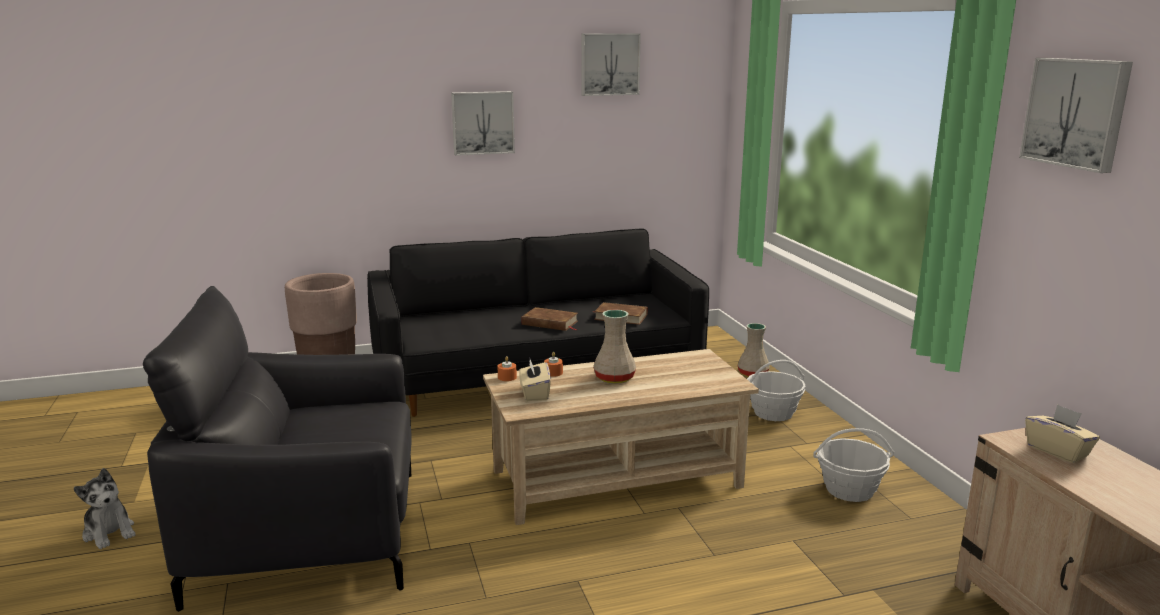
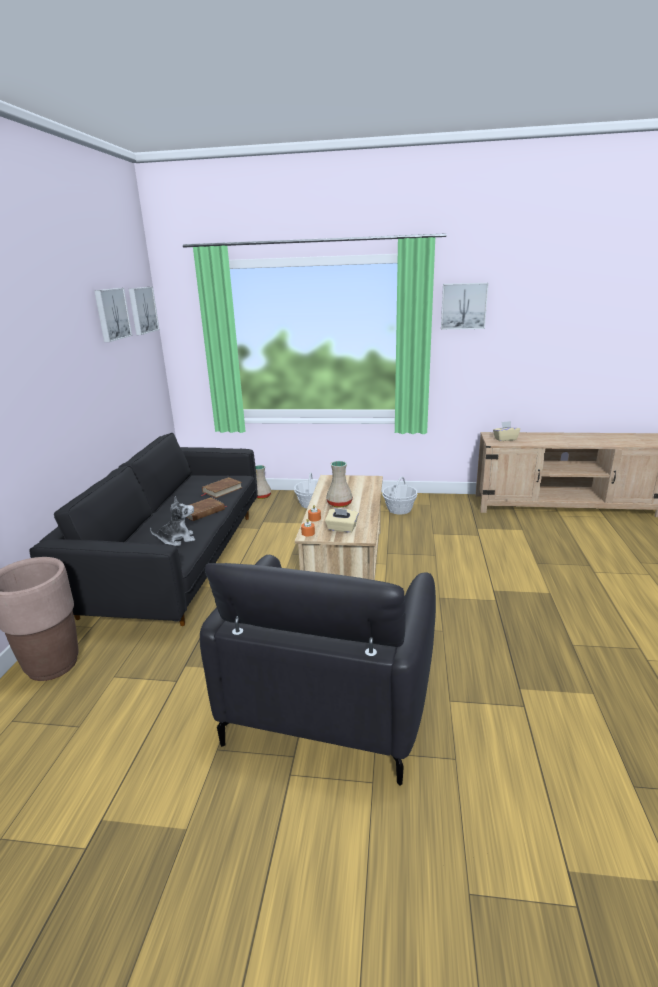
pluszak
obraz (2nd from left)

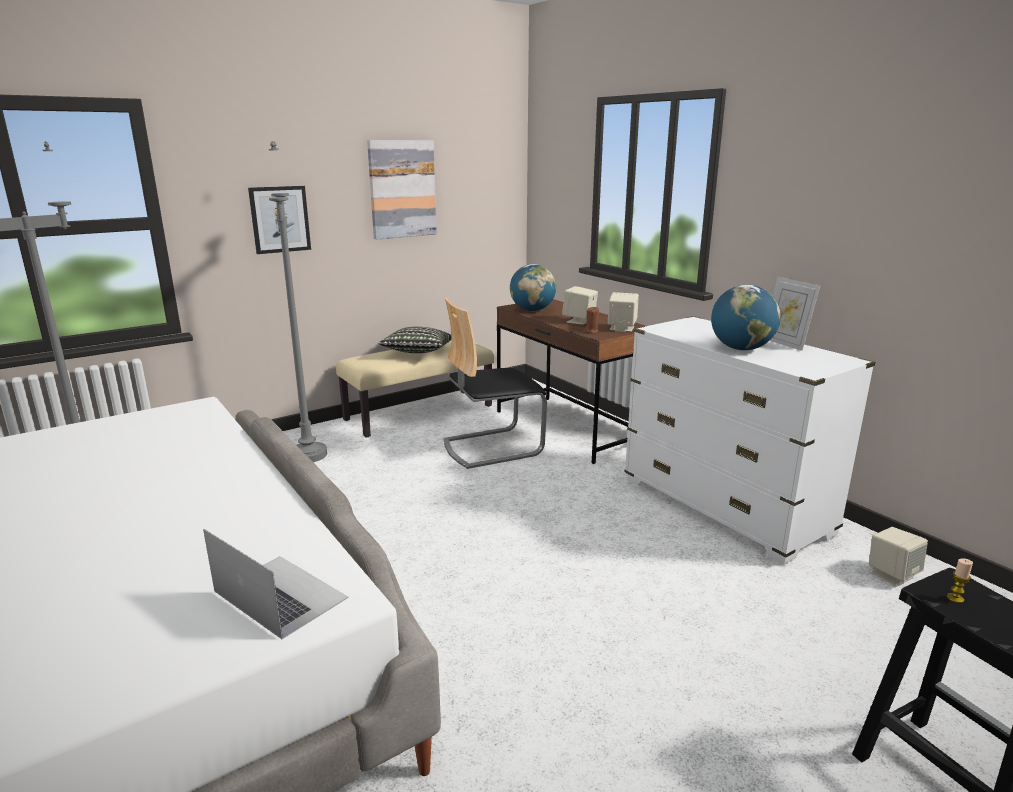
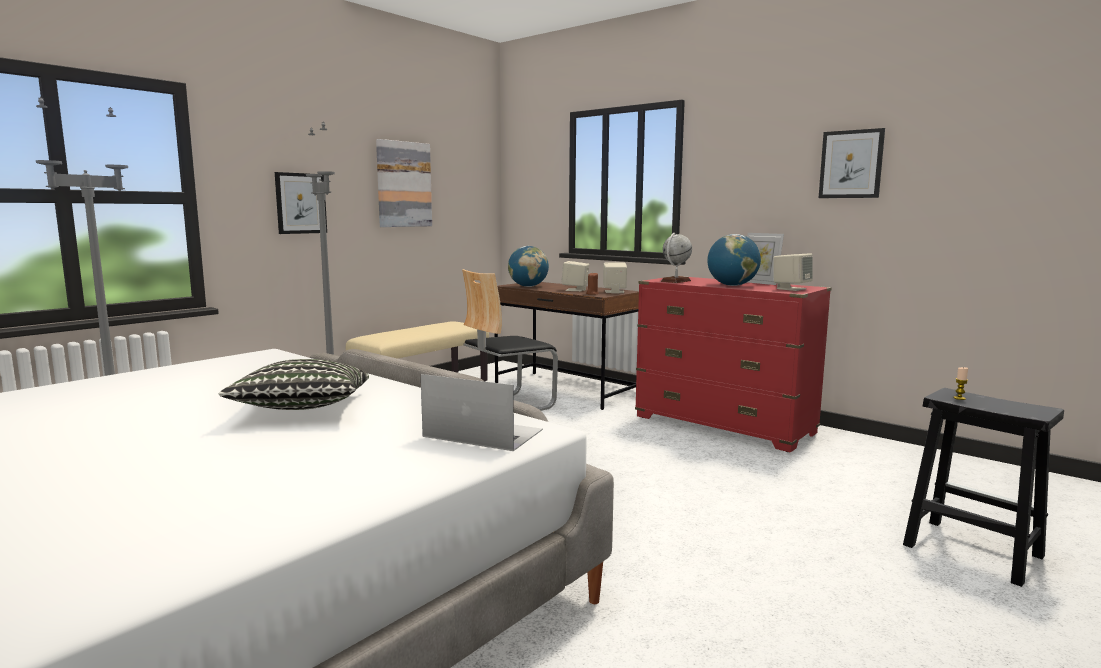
globus (2nd from left)
obraz (3rd from left)
poduszka
głośnik/beżowy (3rd from left)
komoda/czerwony

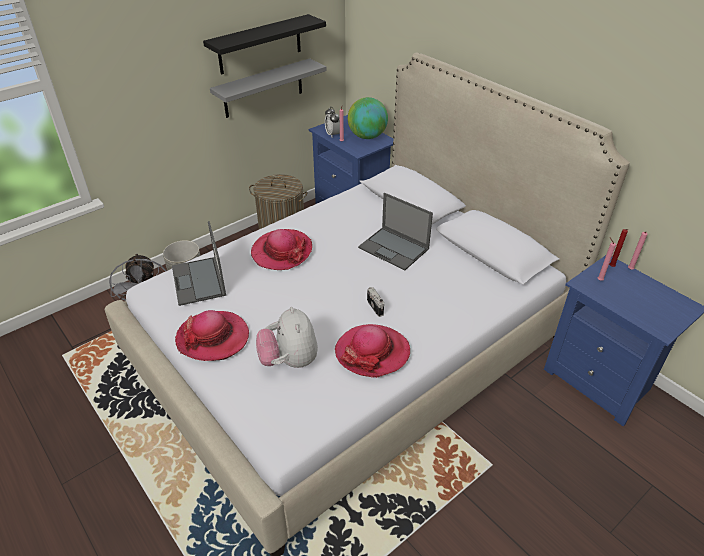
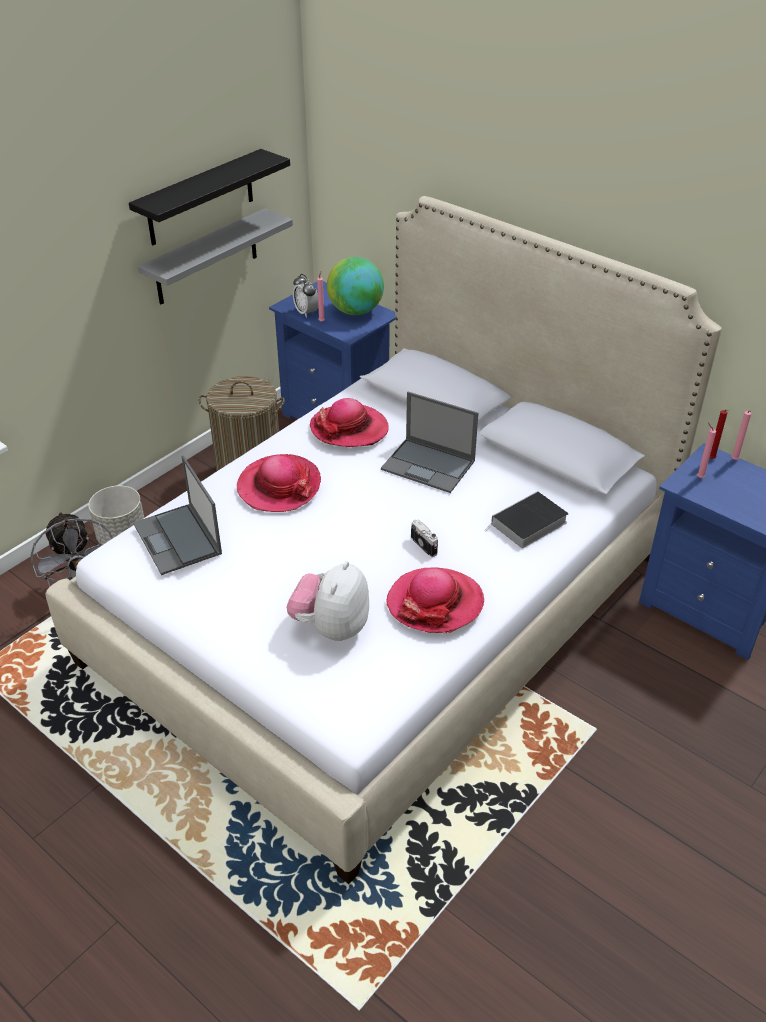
książka
kapelusz (2nd from left)
pluszak

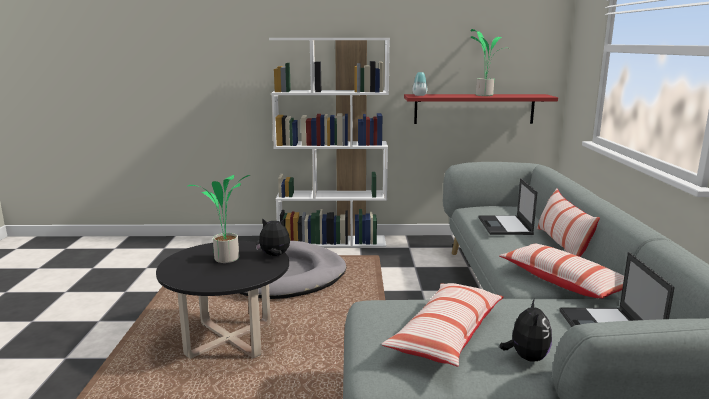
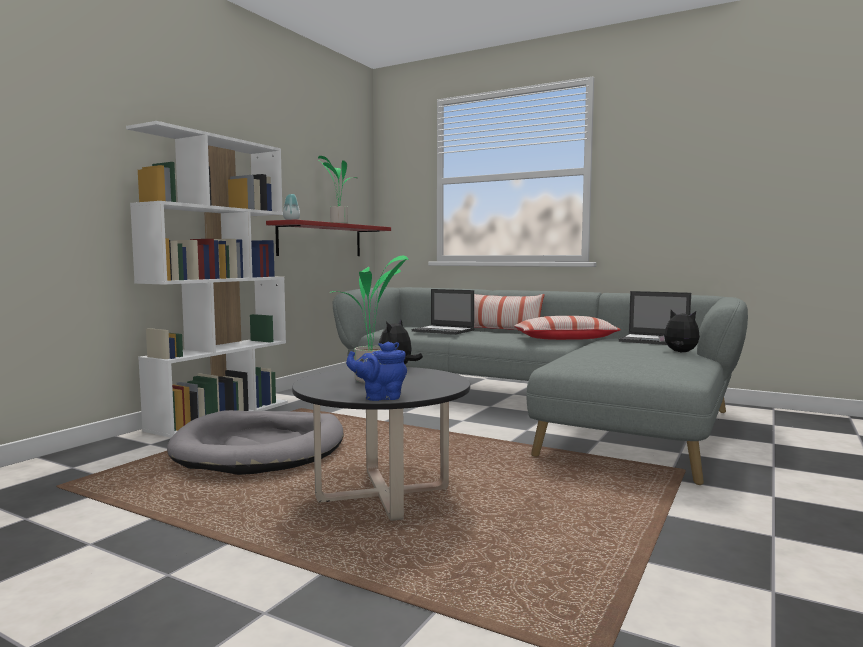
poduszka (1st from left in the first image)
imbryk/niebieski

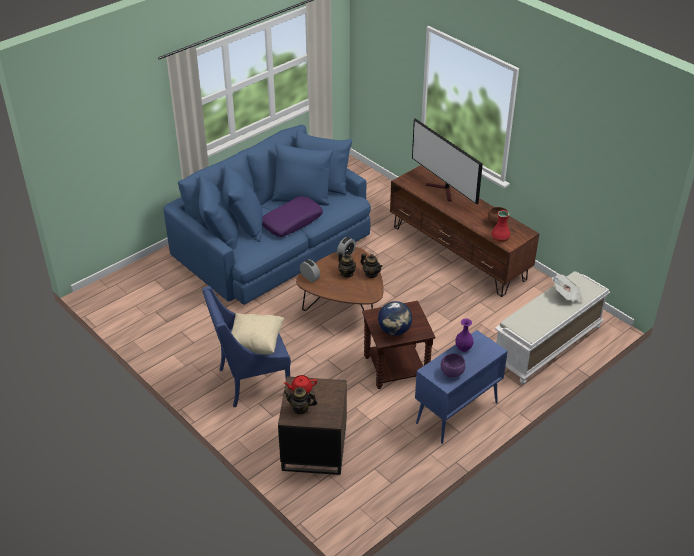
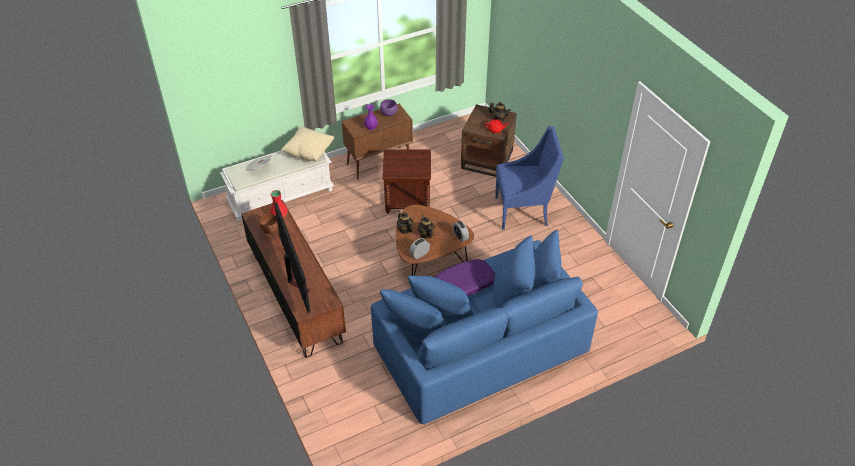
globus
poduszka/beżowy
szafka/brązowy

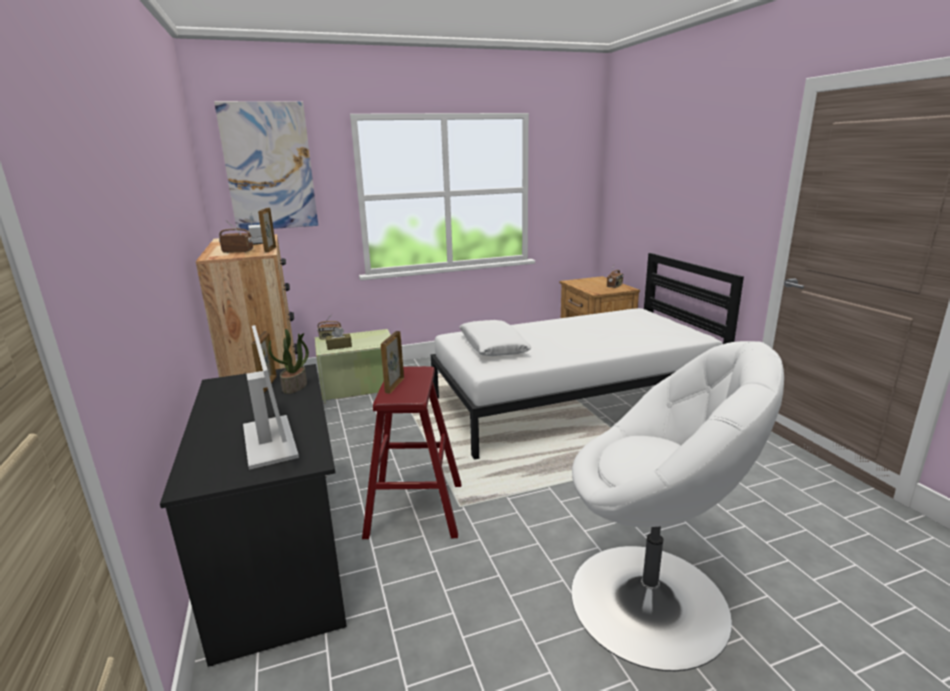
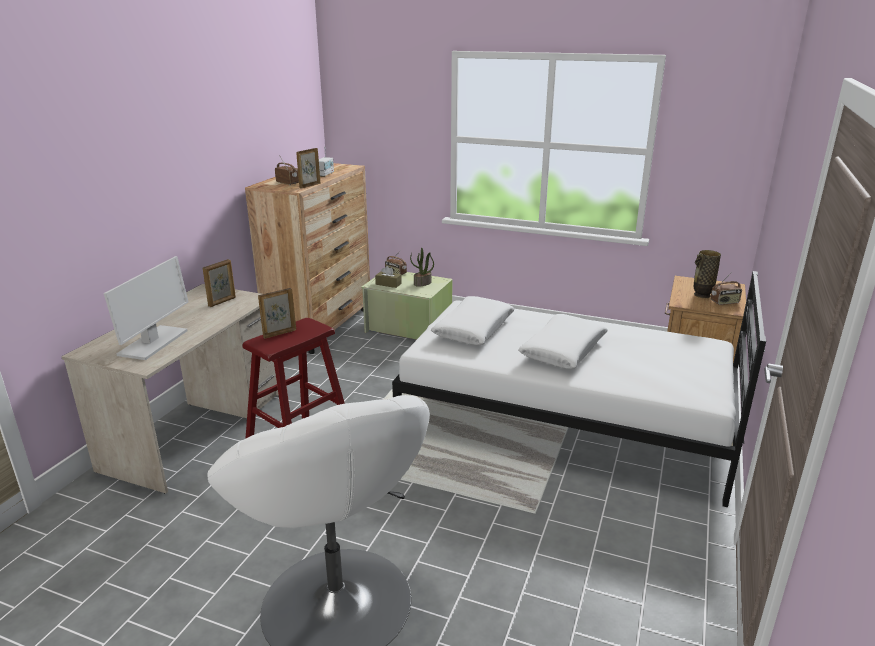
obraz
poduszka/biały (2nd from left)
wazon
roślina doniczkowa
biurko/beżowy

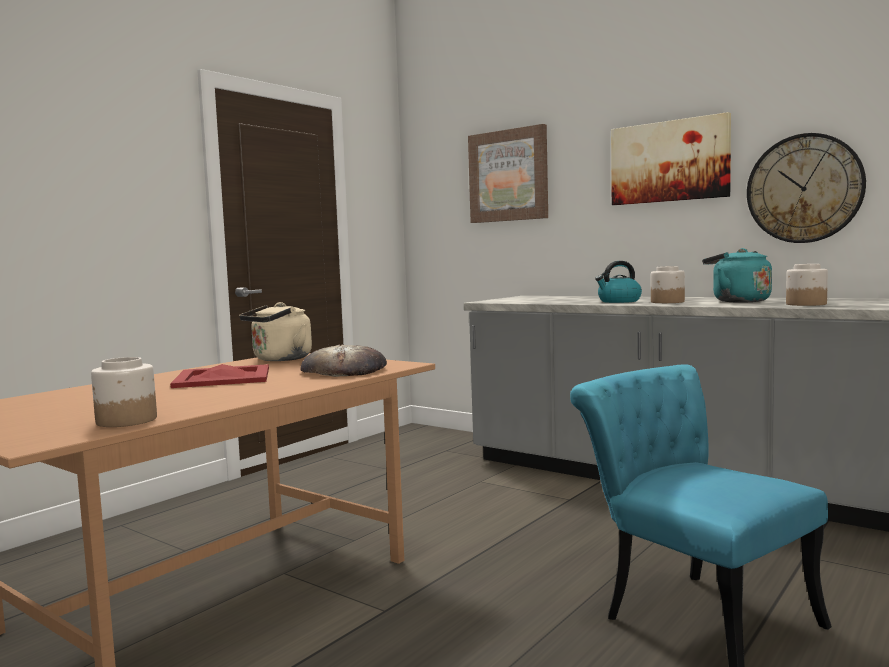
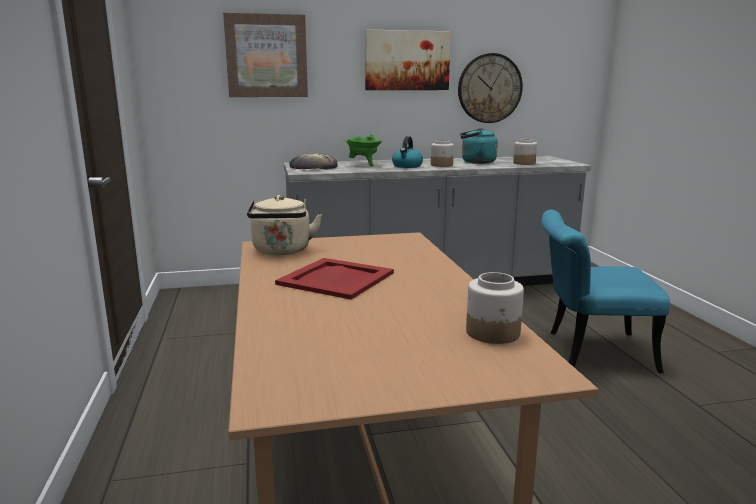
garnek/zielony
chleb

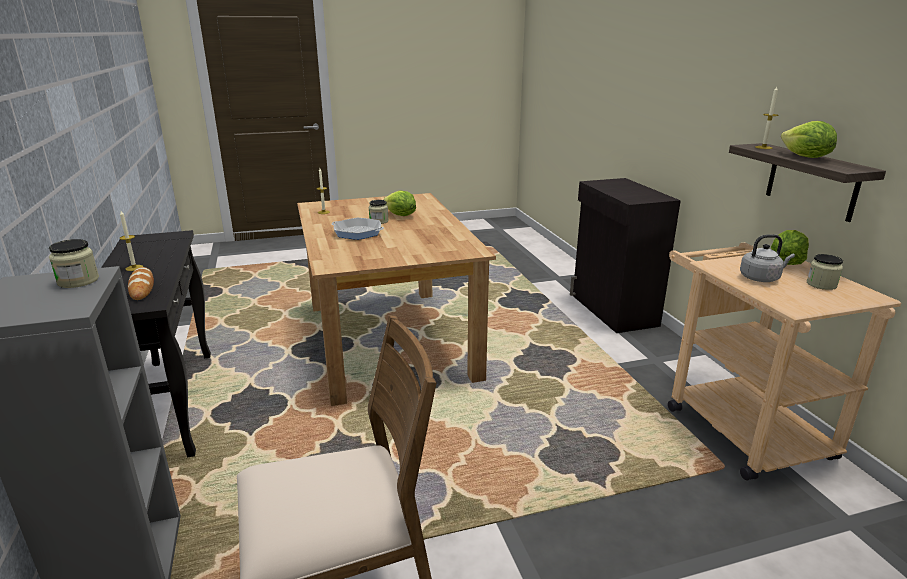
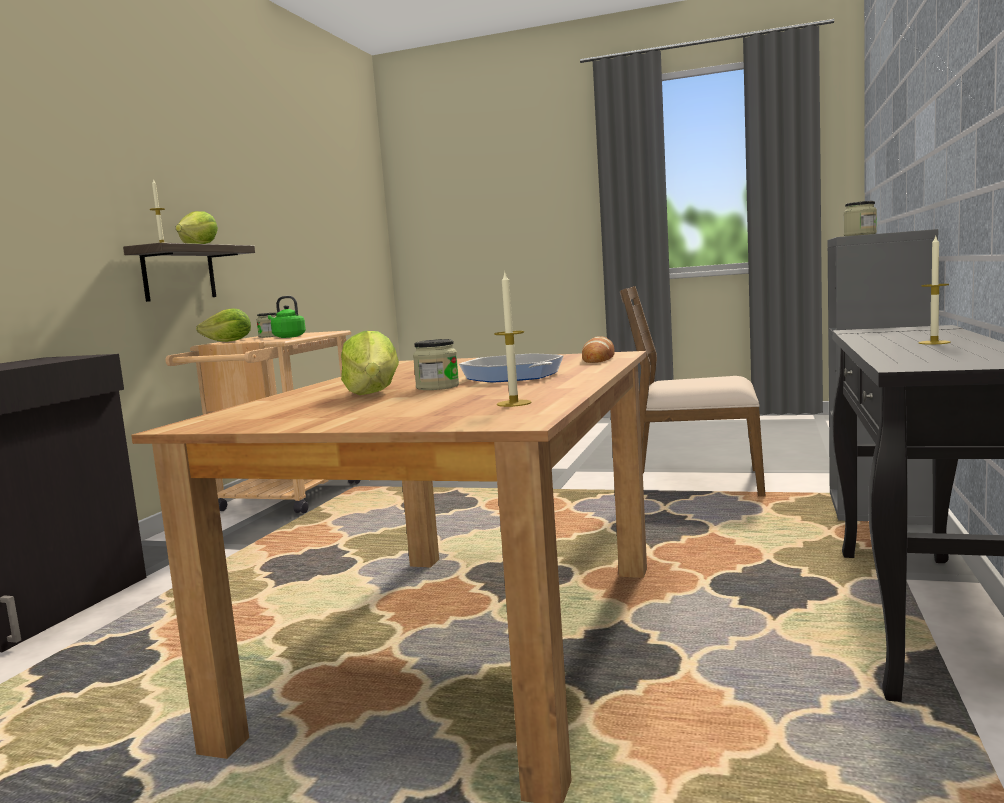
chleb
czajnik/zielony

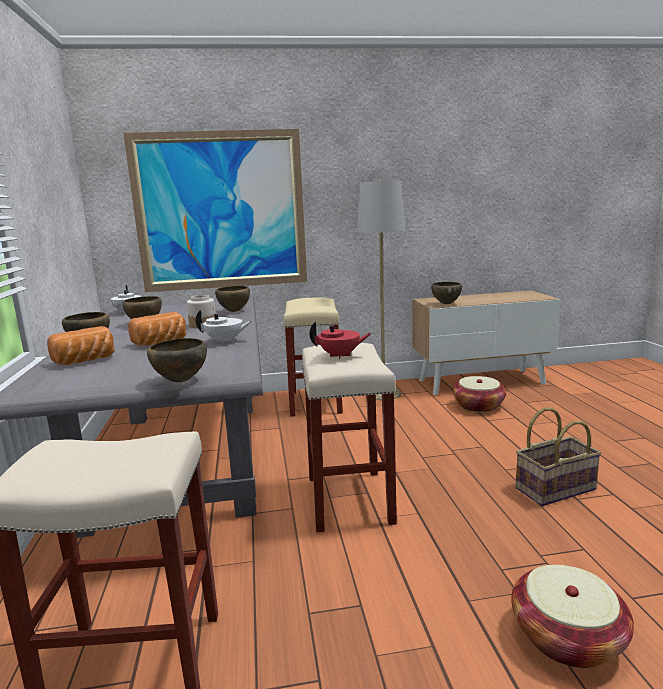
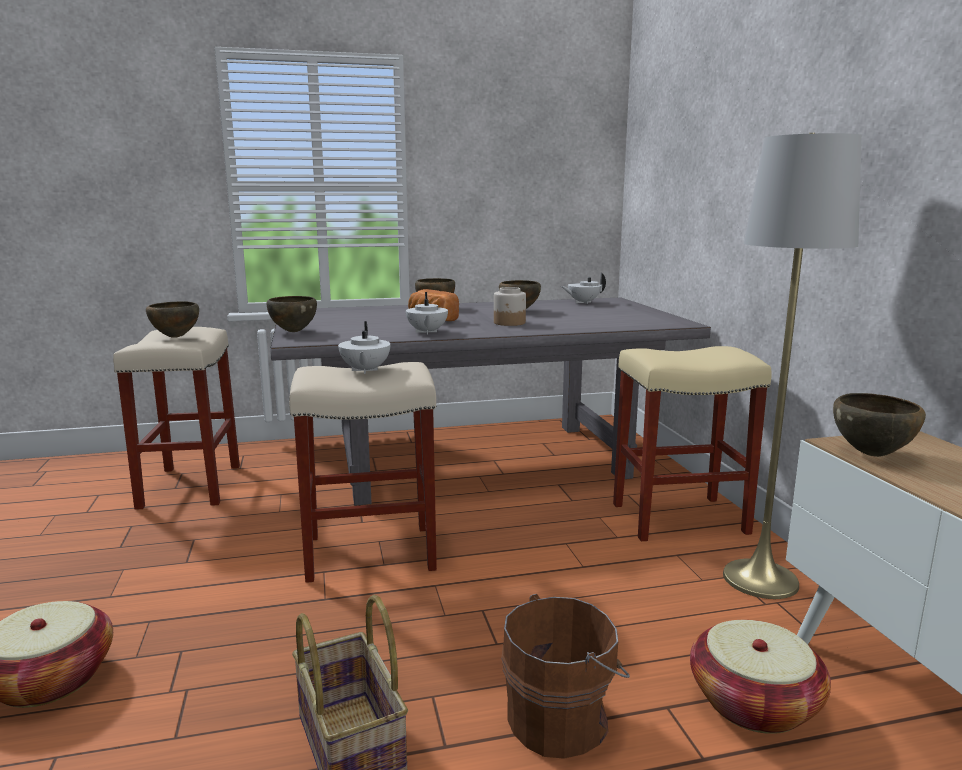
chleb (1st from left in the first image)
obraz
wiadro/brązowy
miska/brązowy (1st from left)
imbryk/biały (1st from left)

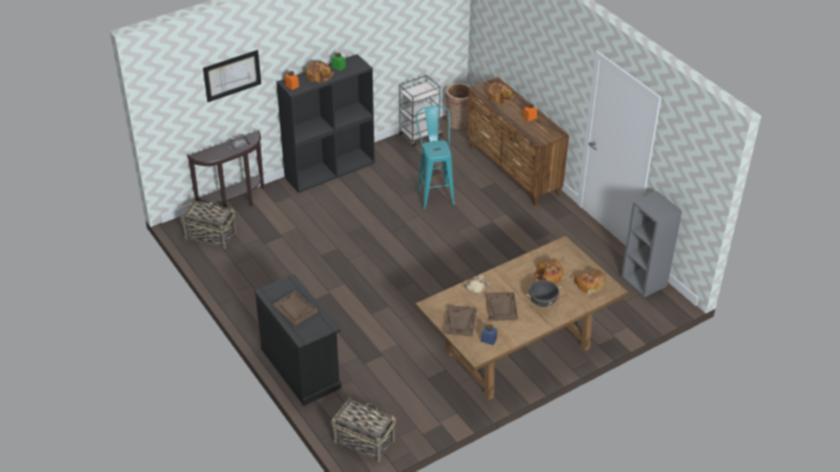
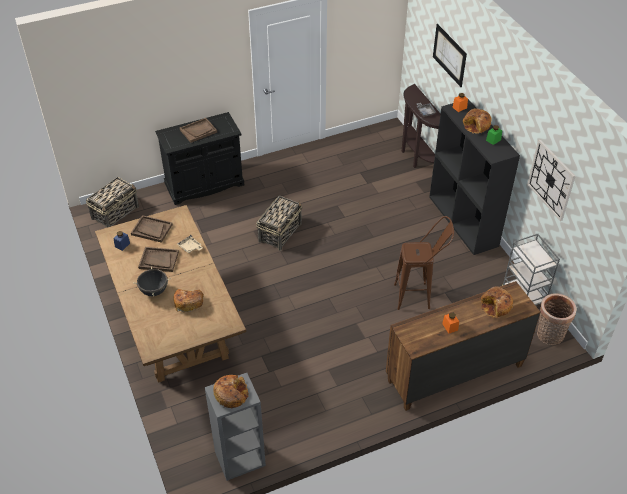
zegar ścienny
koszyk (2nd from left)
chleb (2nd from left)
stołek/brązowy

